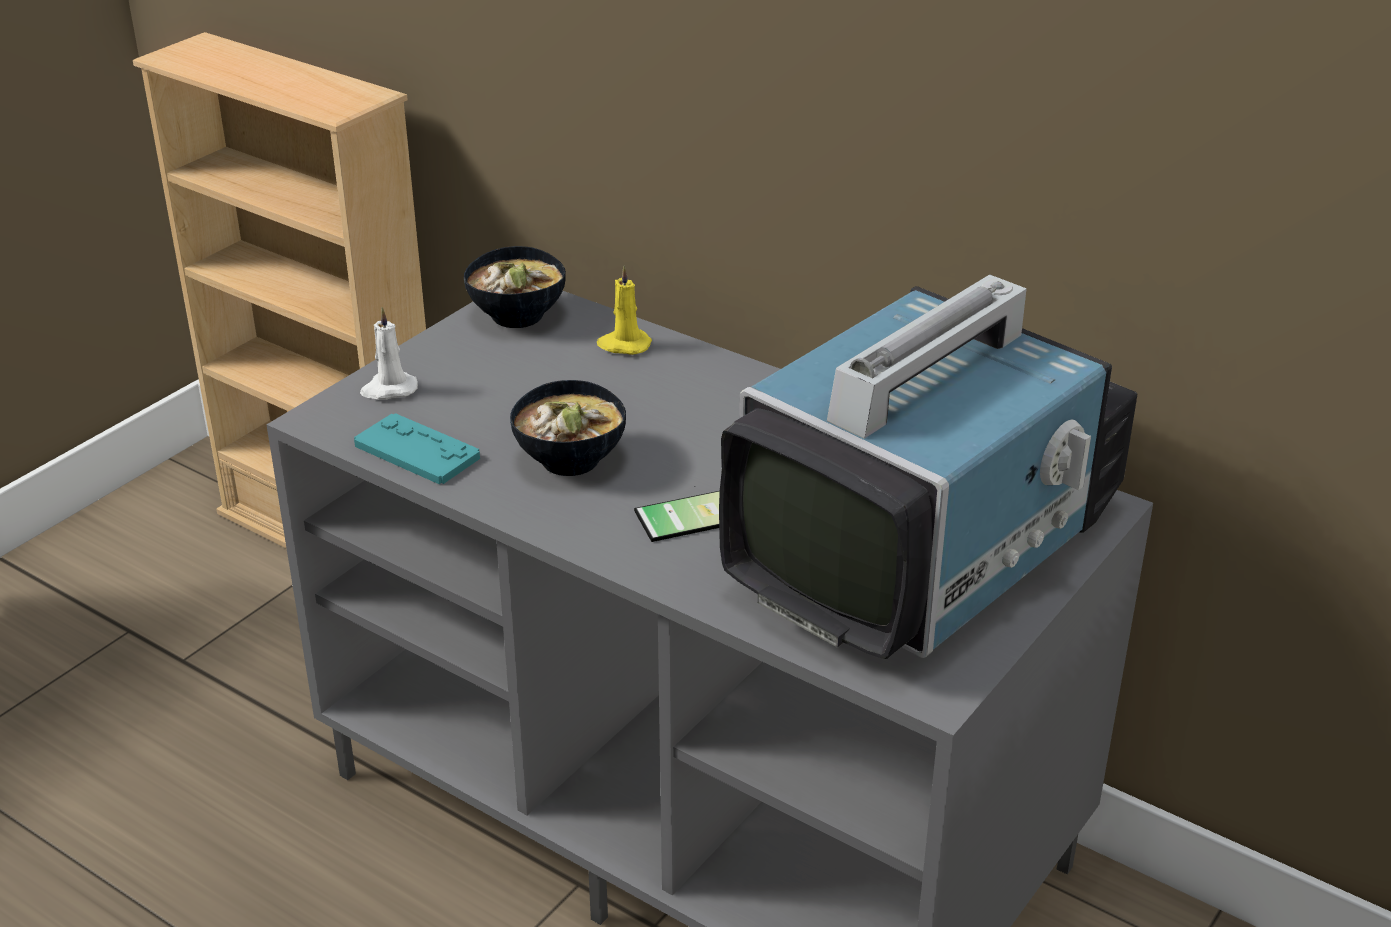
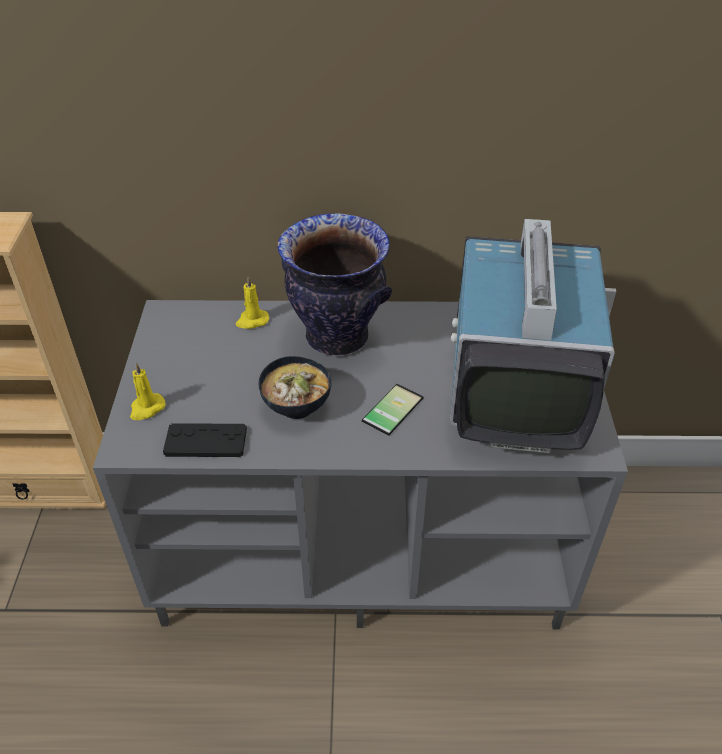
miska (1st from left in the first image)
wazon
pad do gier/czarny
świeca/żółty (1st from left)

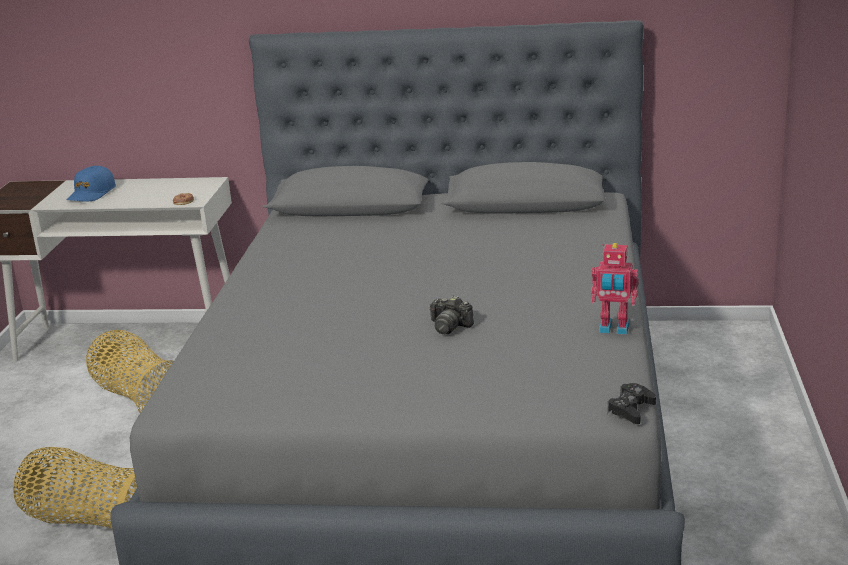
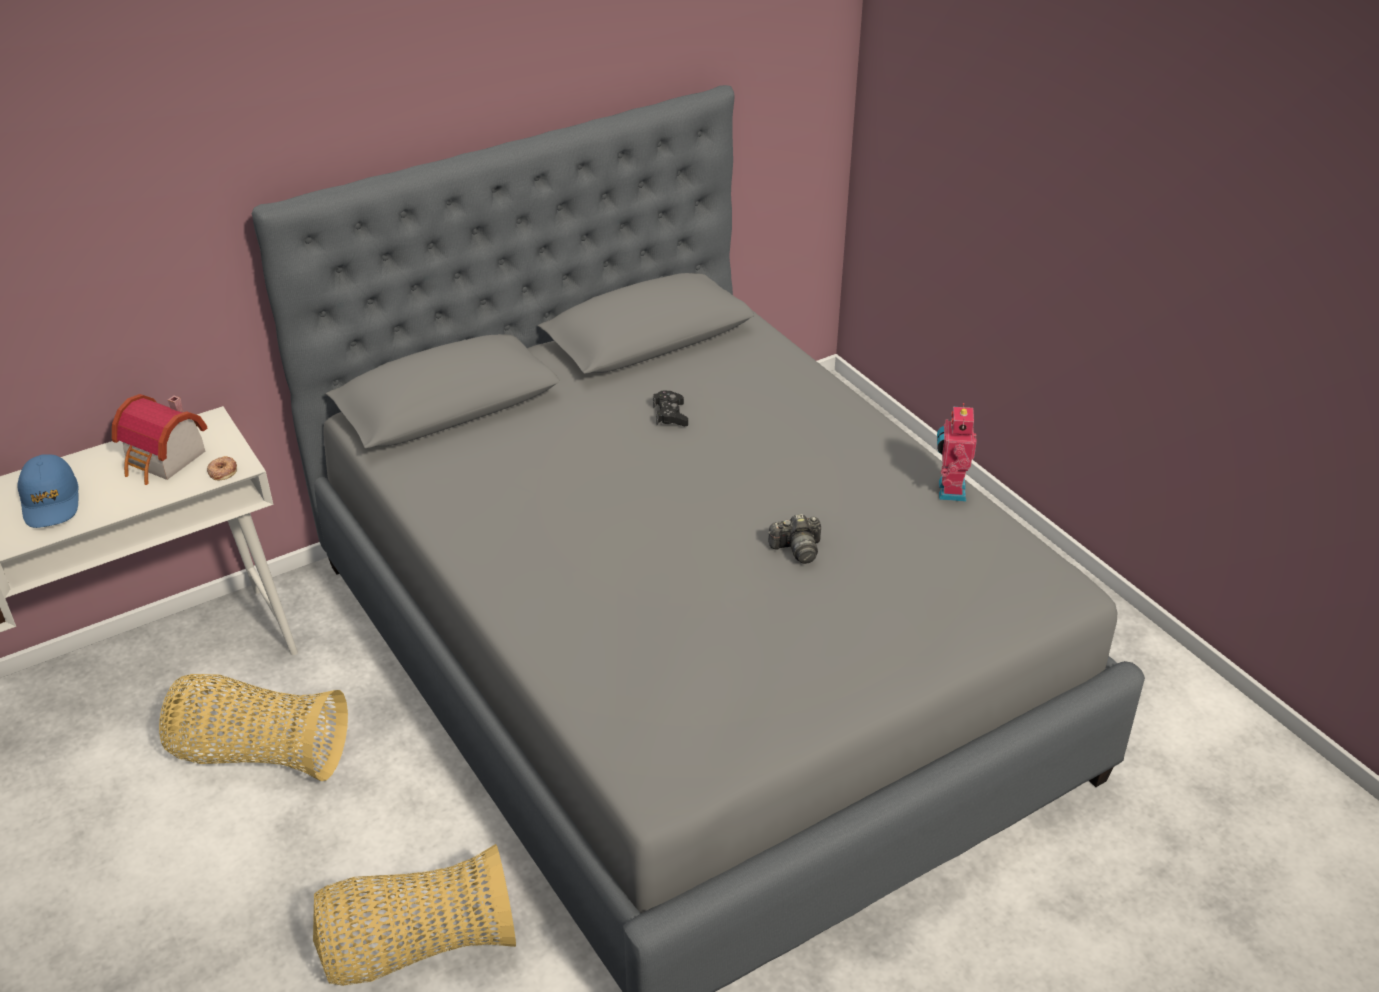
domek
pad do gier/czarny
robot zabawkowy

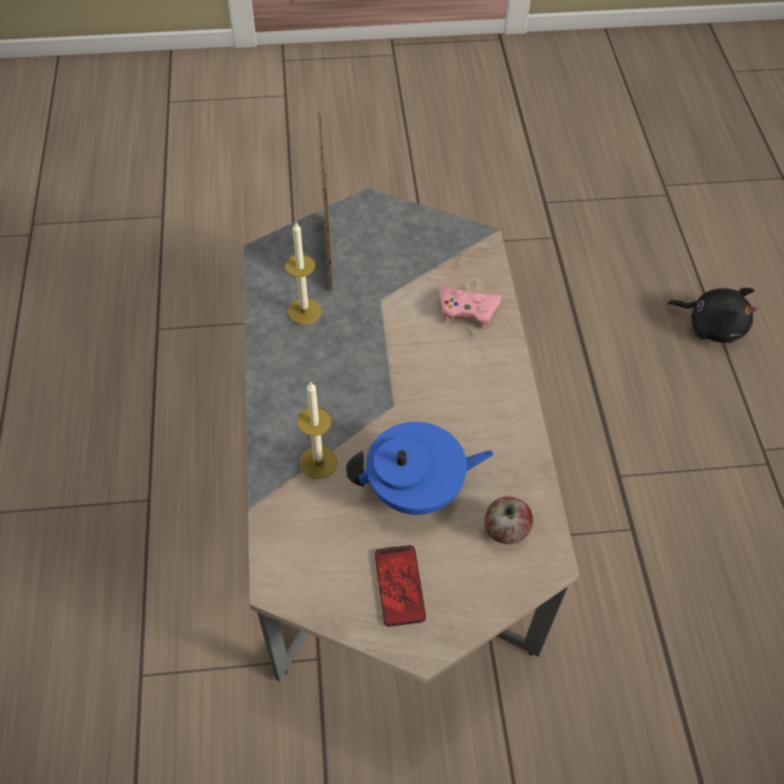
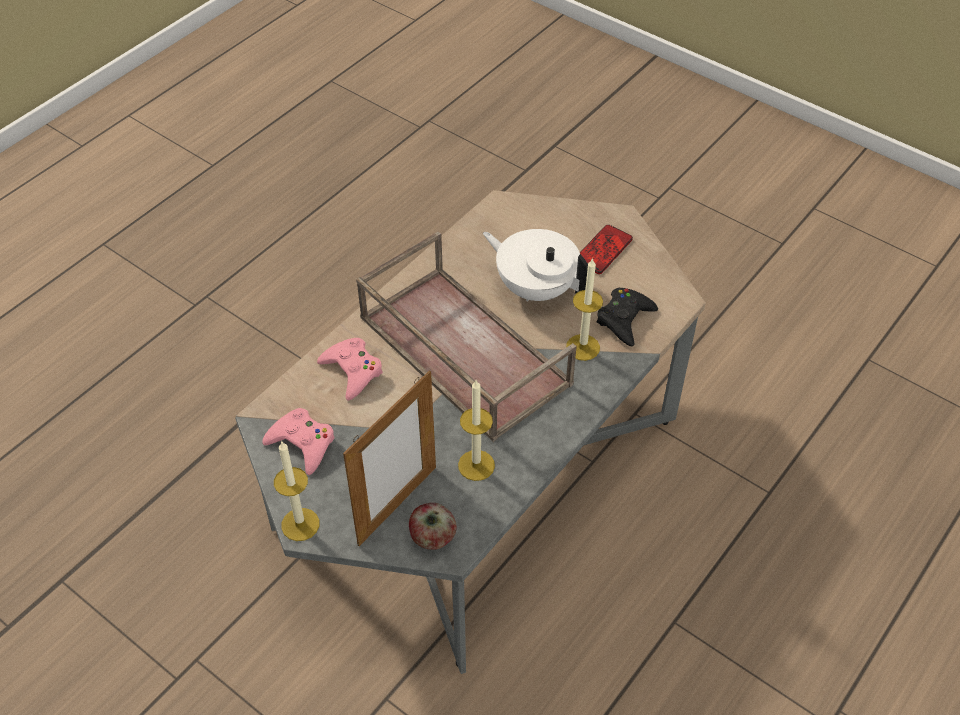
pluszak/czarny
pad do gier/różowy (1st from left)
świeca (1st from left)
taca/brązowy
pad do gier/czarny
jabłko
imbryk/biały

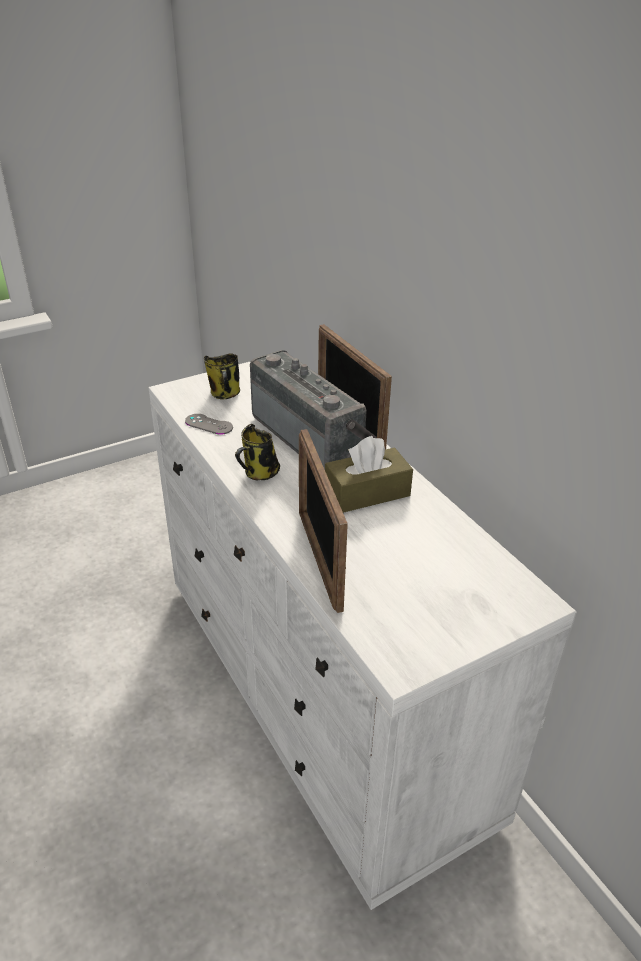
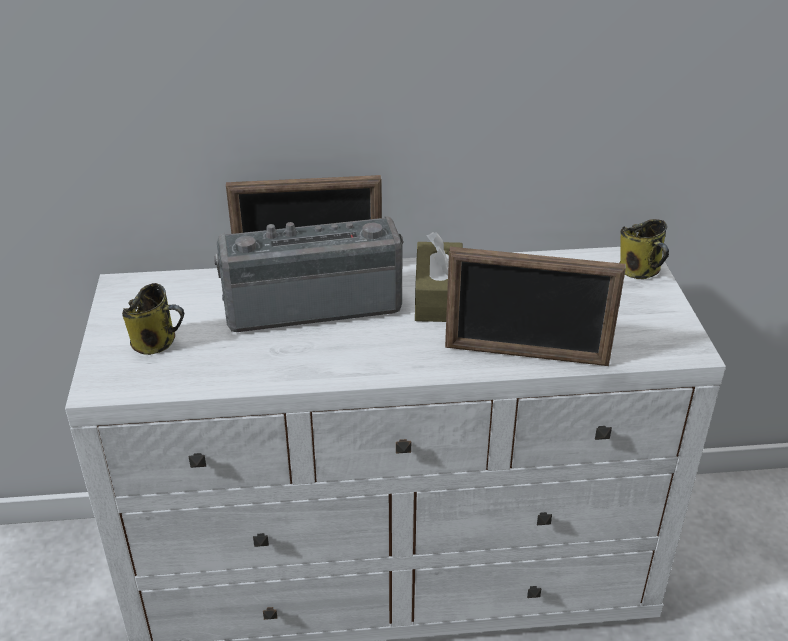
pad do gier/szary
kubek (2nd from left)

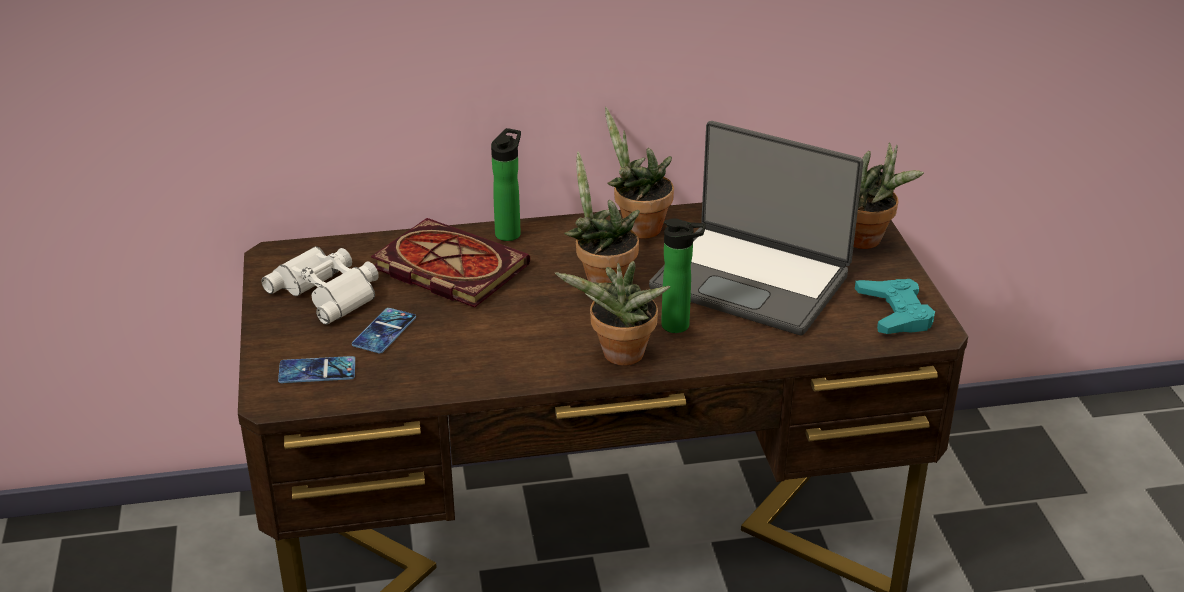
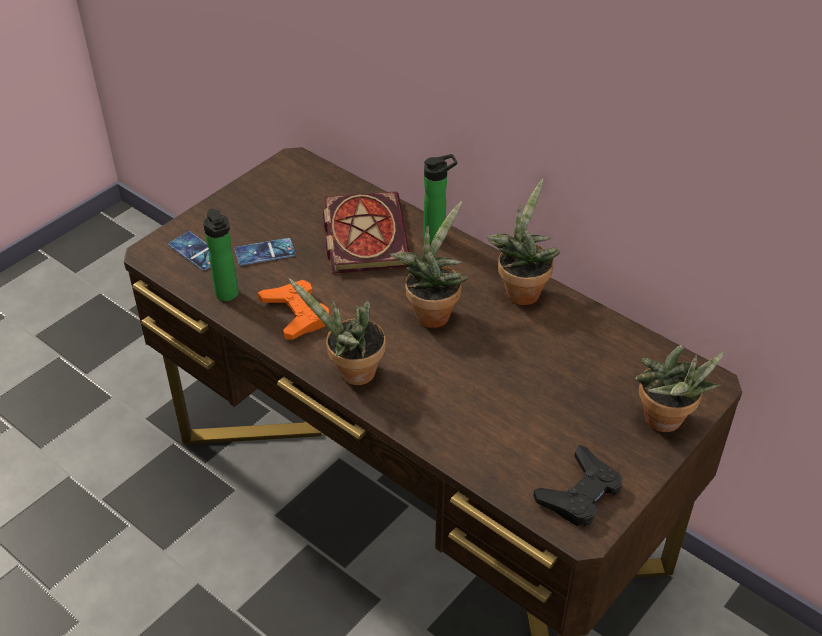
lornetka/biały
laptop
pad do gier/pomarańczowy
butelka (1st from left)
pad do gier/czarny

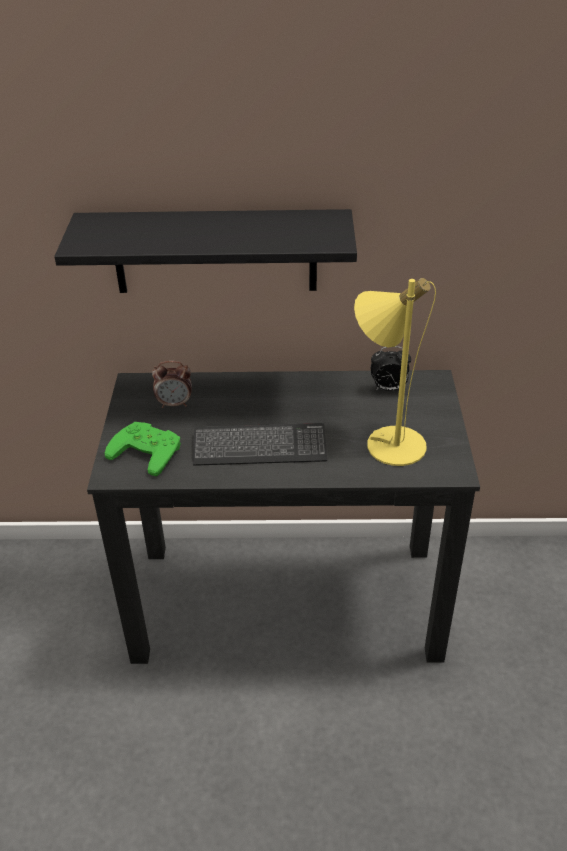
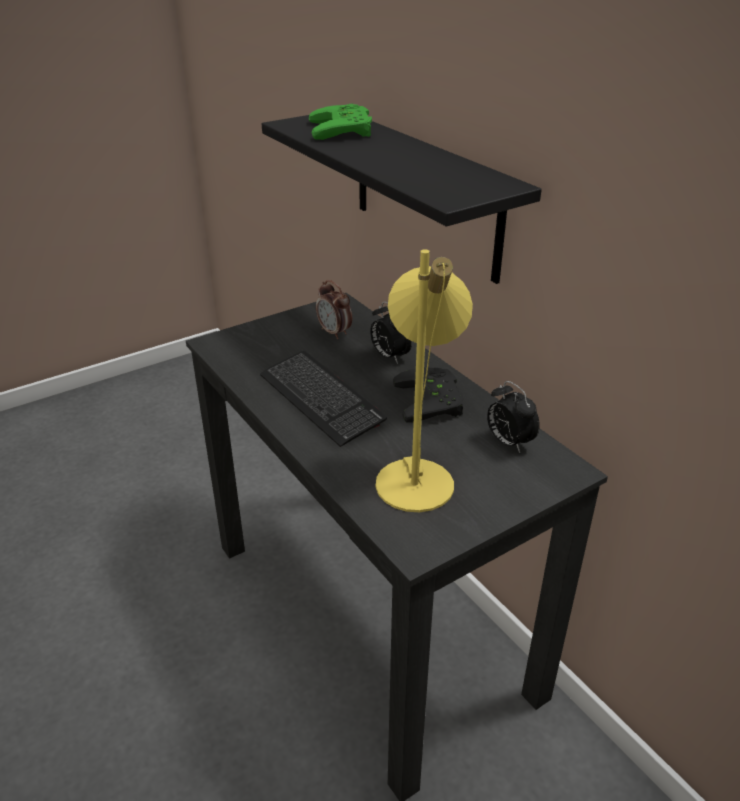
budzik (2nd from left)
pad do gier/czarny
pad do gier/zielony

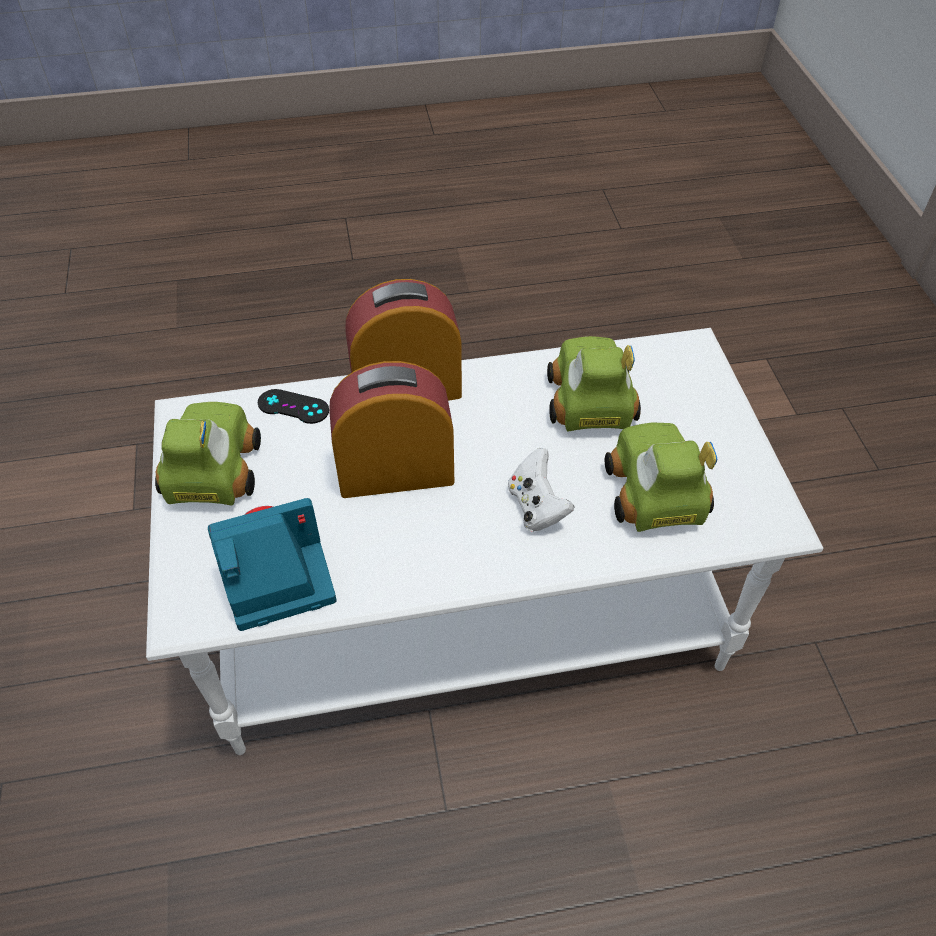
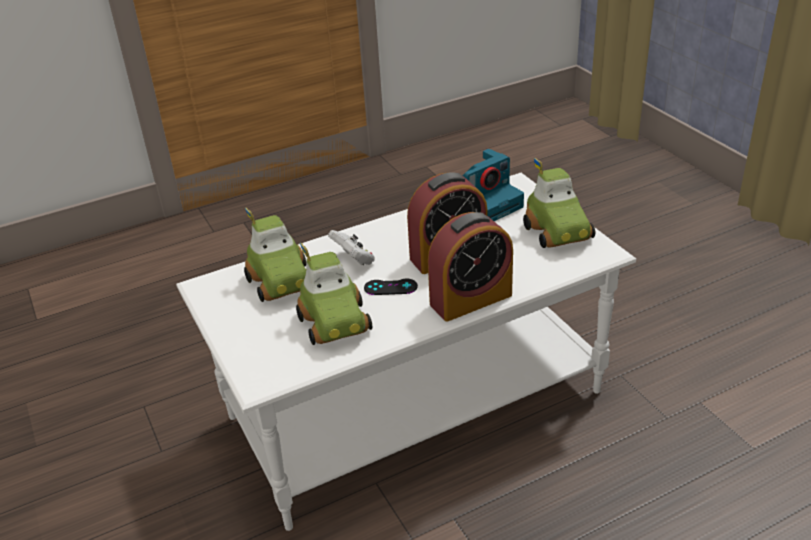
pad do gier/czarny

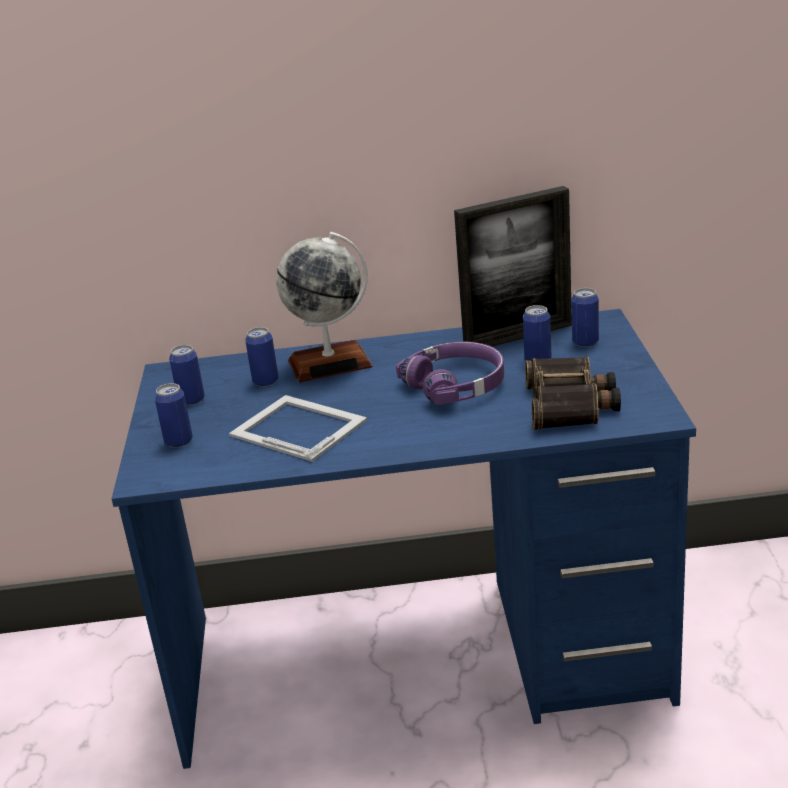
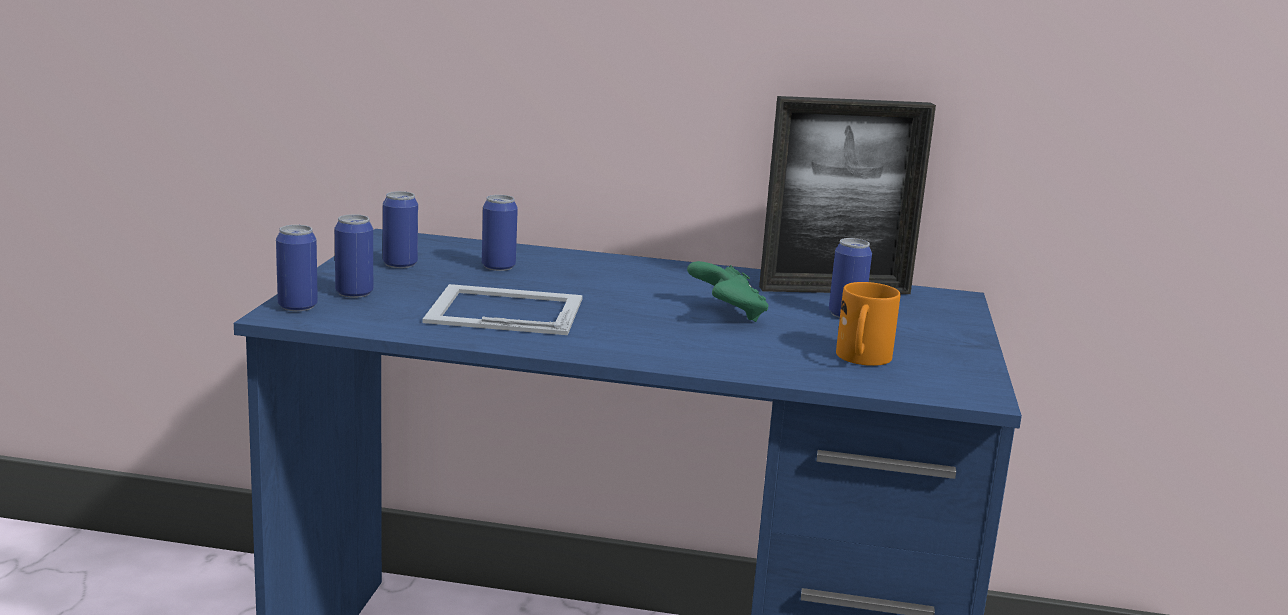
globus
puszka (1st from left)
pad do gier/zielony
kubek/pomarańczowy
ramka na zdjęcie (1st from left)

